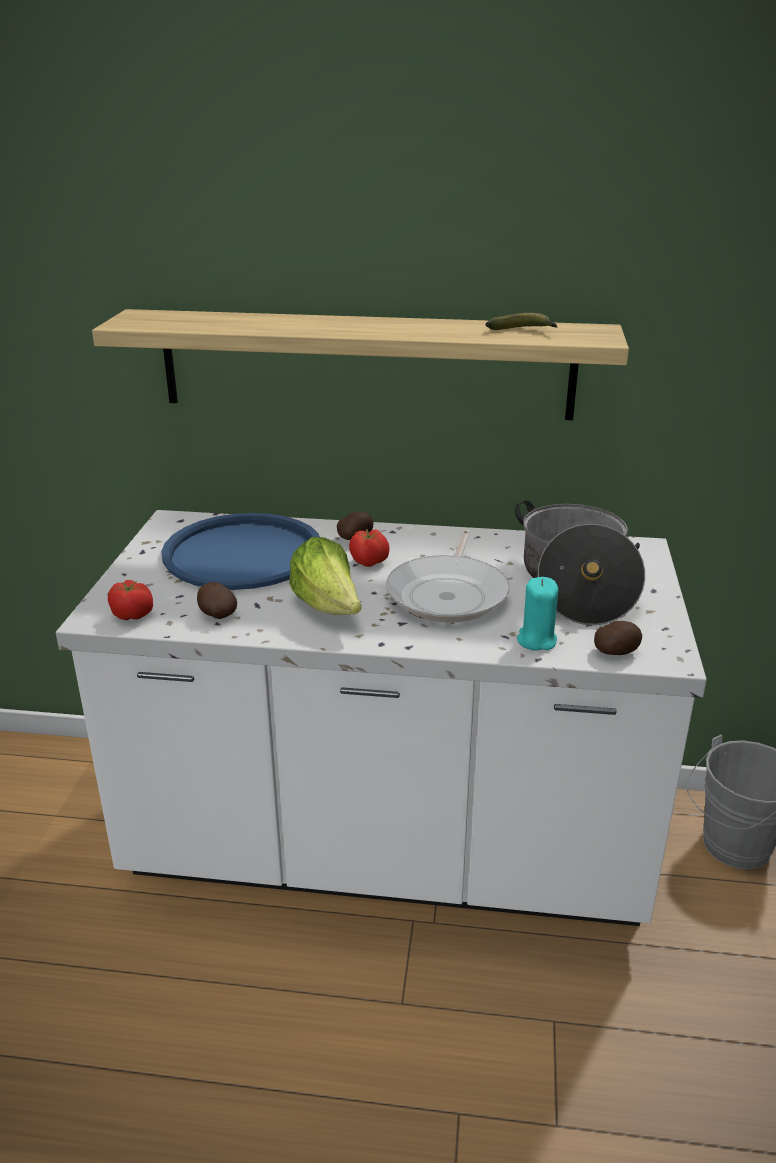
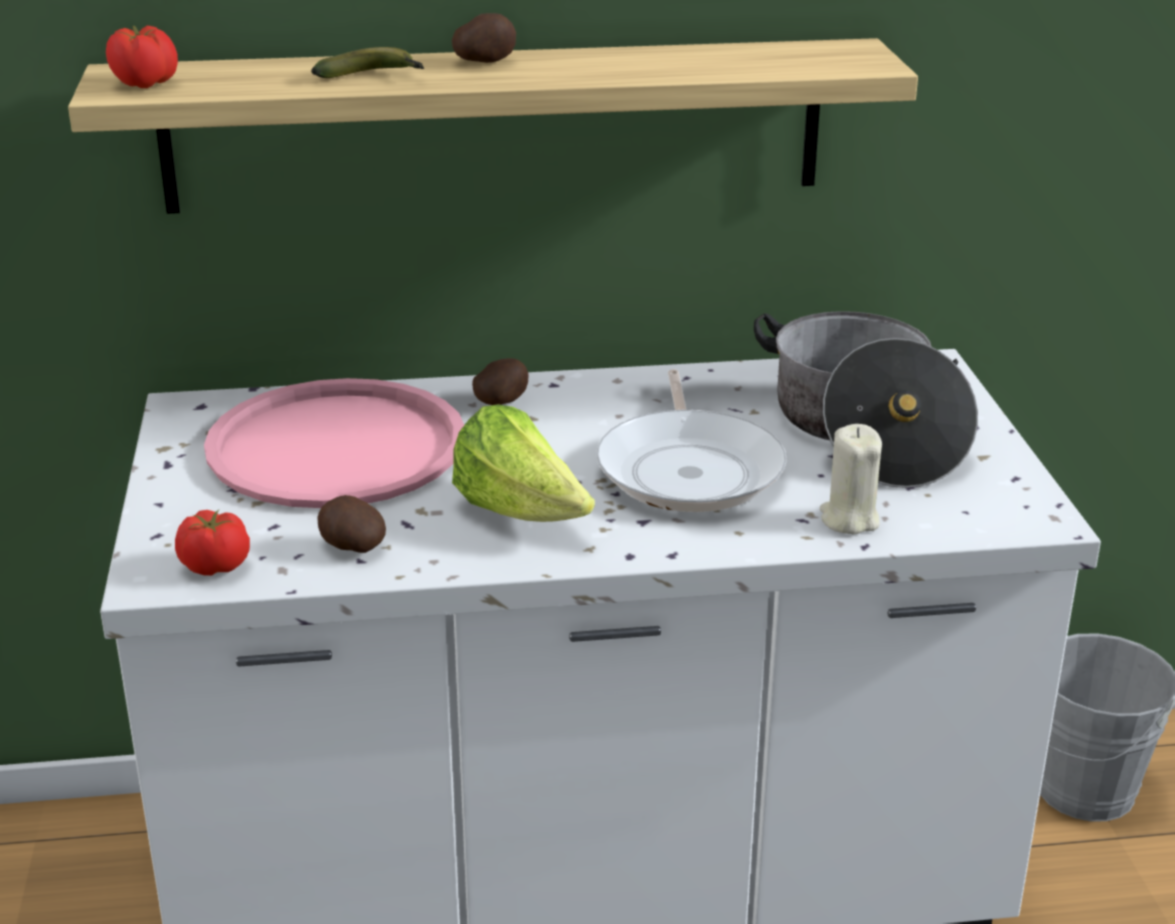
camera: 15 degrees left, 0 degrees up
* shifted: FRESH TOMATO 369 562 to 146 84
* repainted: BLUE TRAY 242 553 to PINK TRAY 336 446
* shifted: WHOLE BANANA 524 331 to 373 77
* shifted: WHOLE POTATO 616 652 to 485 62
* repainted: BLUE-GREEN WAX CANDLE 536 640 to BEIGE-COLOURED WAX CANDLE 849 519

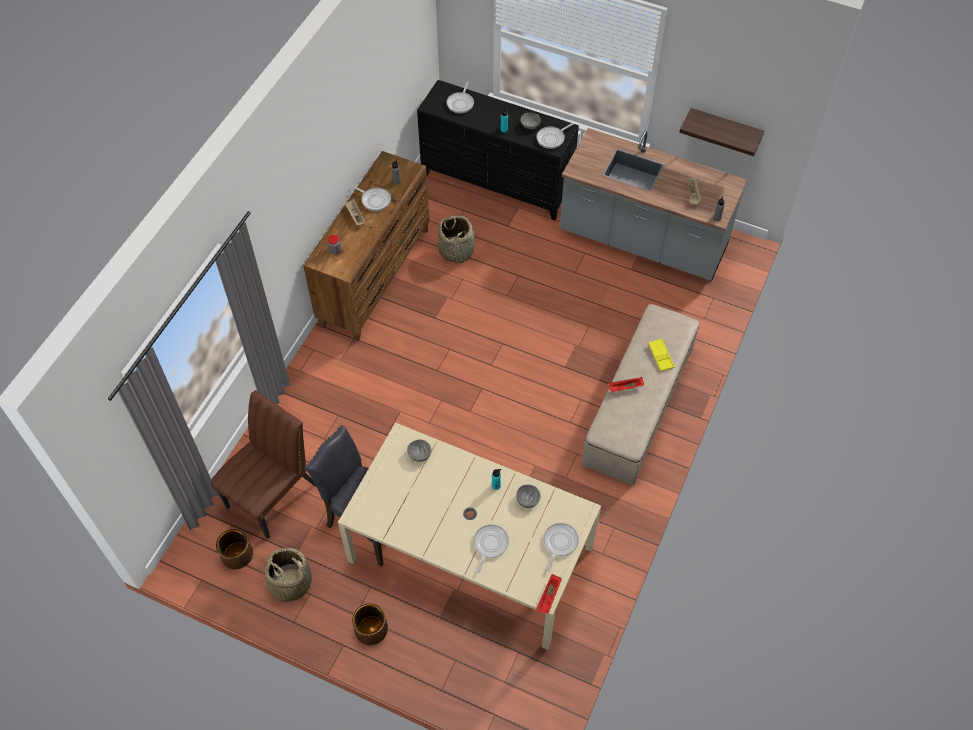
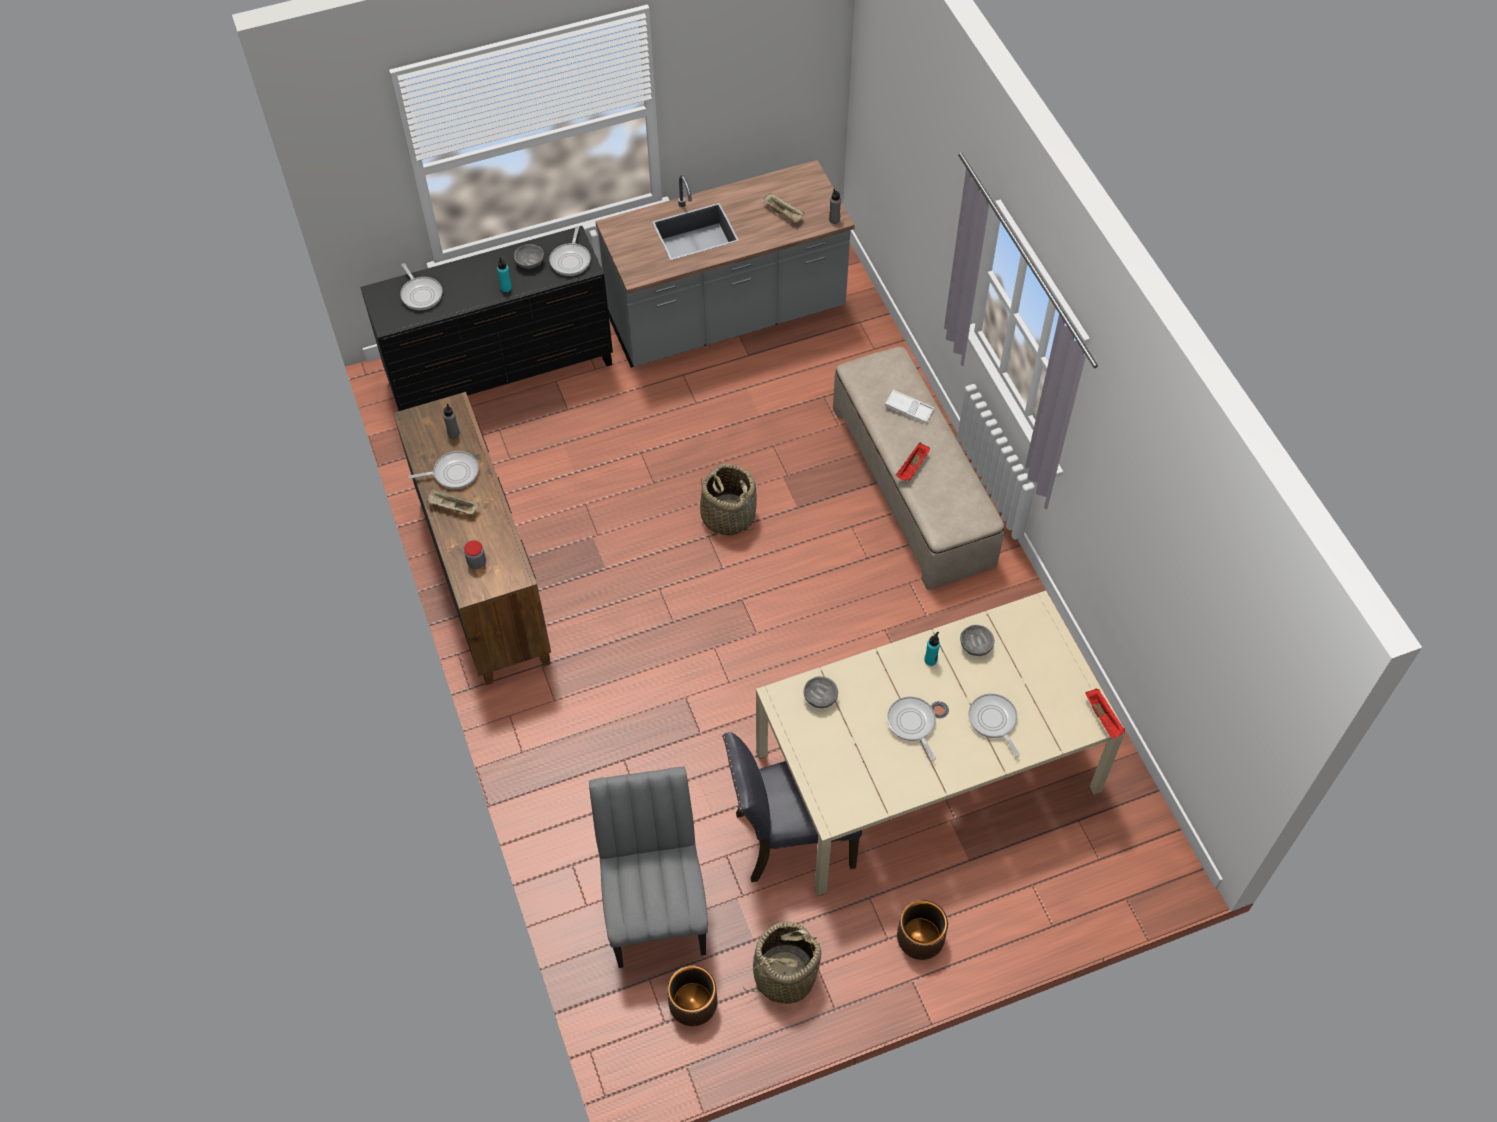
camera: 45 degrees left, 0 degrees up
* repainted: BROWN PLAIN CHAIR 271 497 to GRAY PLAIN CHAIR 656 909
* shifted: HOUSEHOLD BASKET 456 250 to 728 515
* repainted: YELLOW-COLOURED TRAY 660 356 to WHITE-COLOURED TRAY 909 409
* shifted: PAN 559 543 to 912 724
* gone: WALL SHELF 724 129

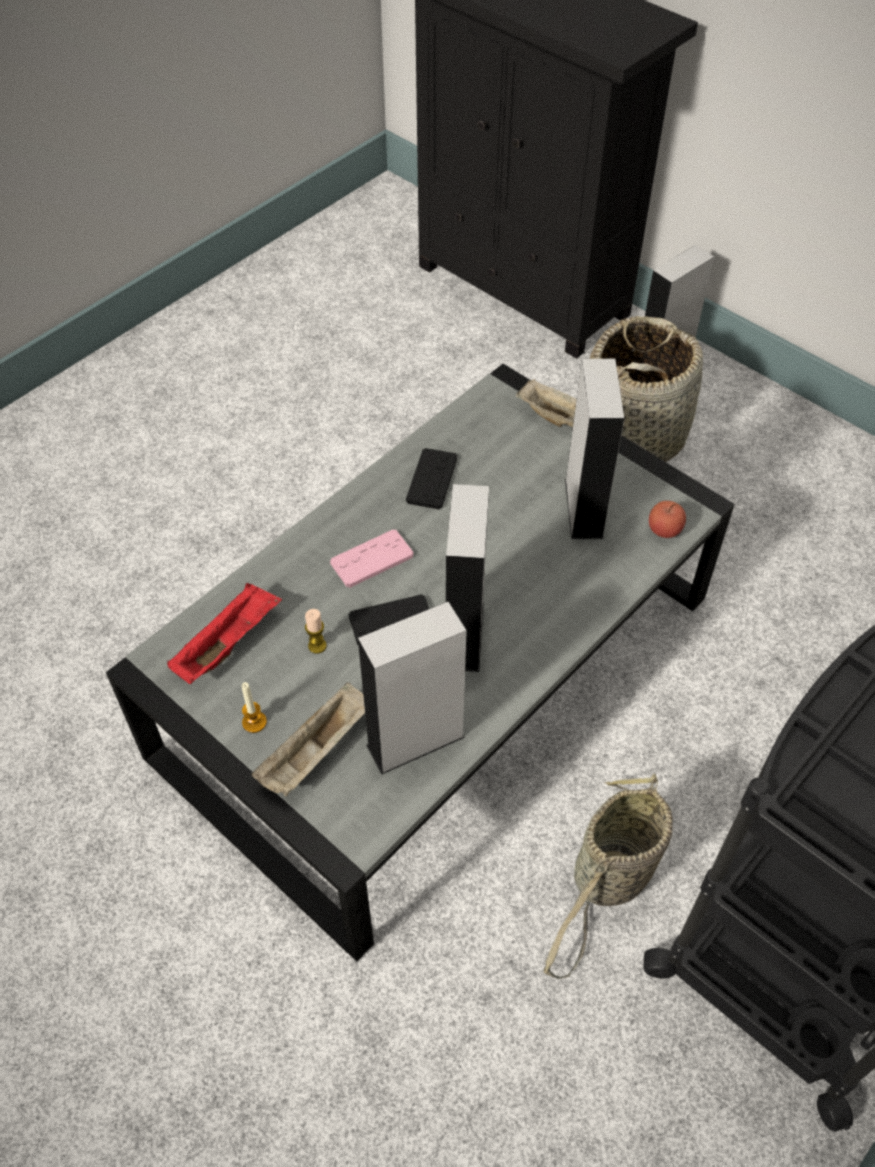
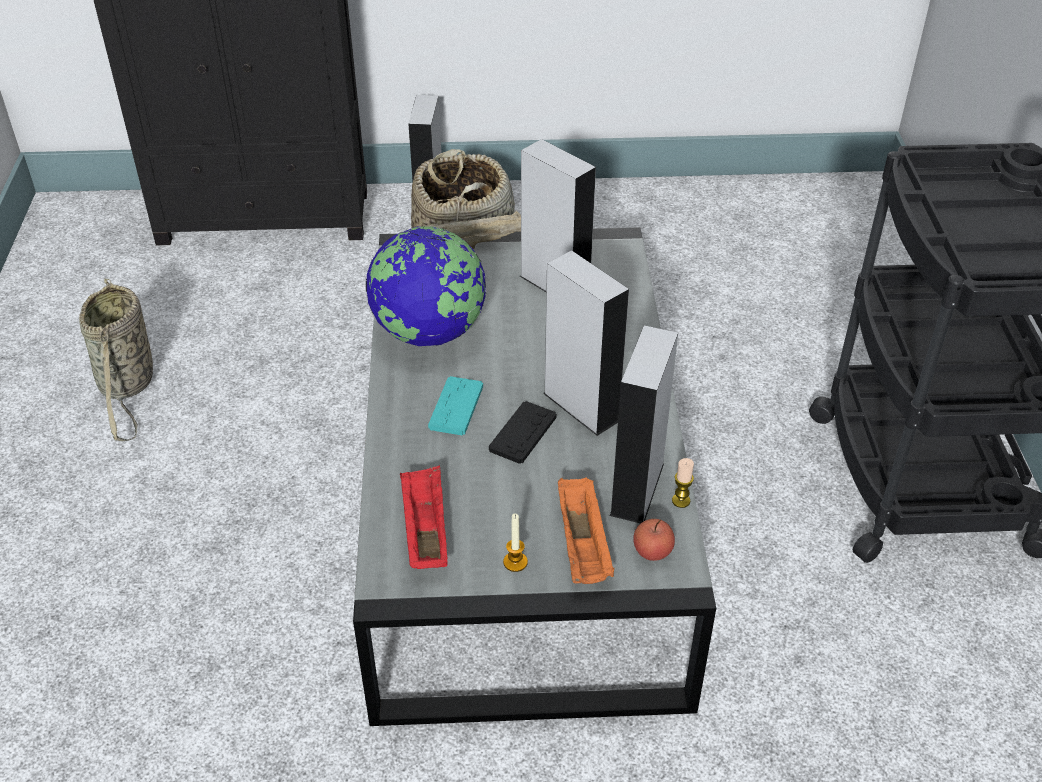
camera: 45 degrees left, 10 degrees down
* shifted: HOUSEHOLD BASKET 608 881 to 127 386
* swapped: BLACK GAMEPAD 432 480 to GLOBE 430 332
* repainted: PINK GAMEPAD 372 559 to BLUE-GREEN GAMEPAD 456 407
* repainted: BEIGE-COLOURED TRAY 316 752 to ORANGE-COLOURED TRAY 583 546
* shifted: APPLE FRUIT 664 530 to 652 551
* shifted: WAX CANDLE 317 646 to 681 501

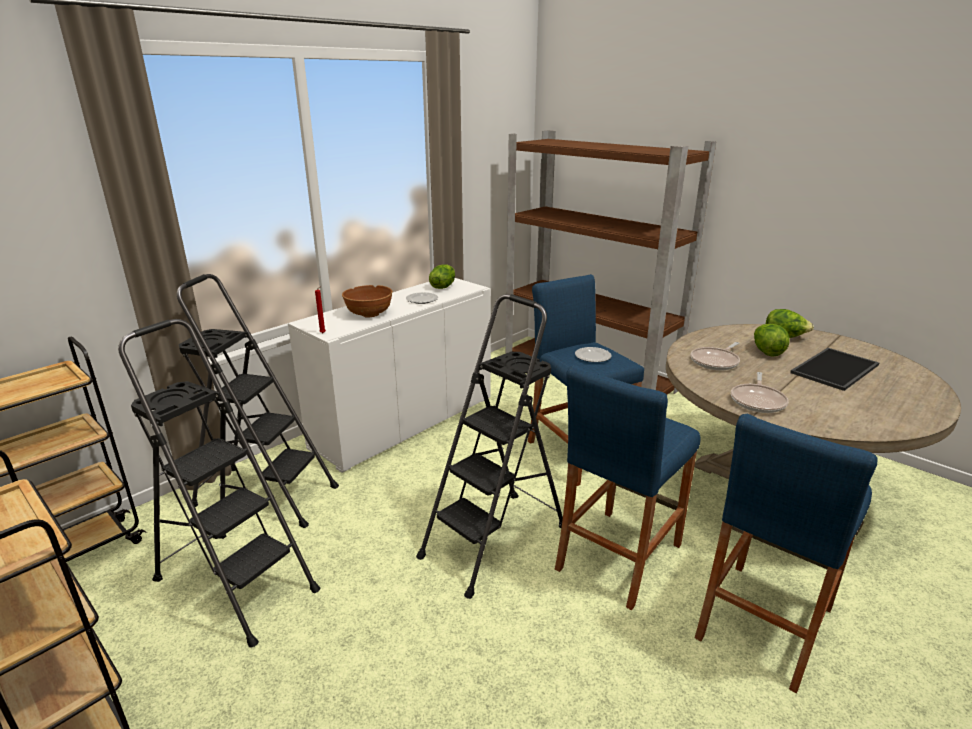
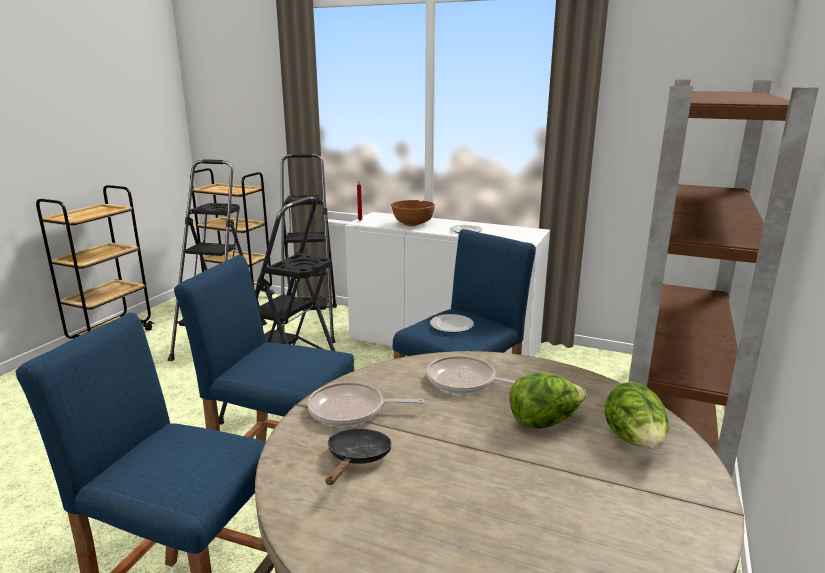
camera: 70 degrees right, 5 degrees down
* new: BLACK PAN 357 458
* gone: LETTUCE 443 286
* gone: TRAY 836 369

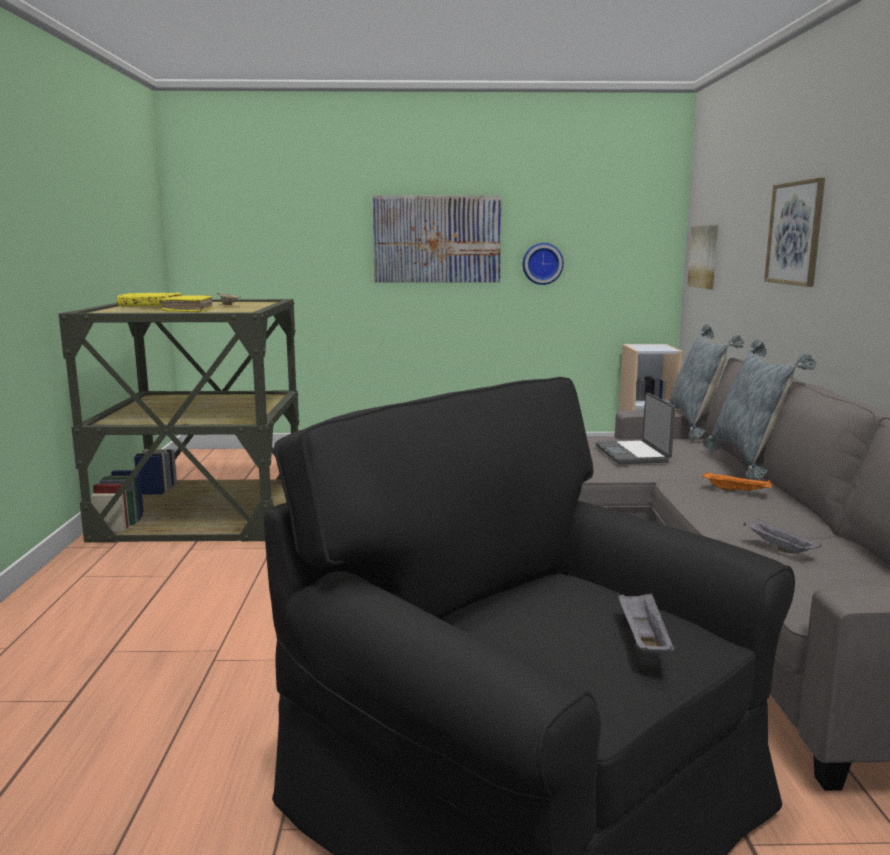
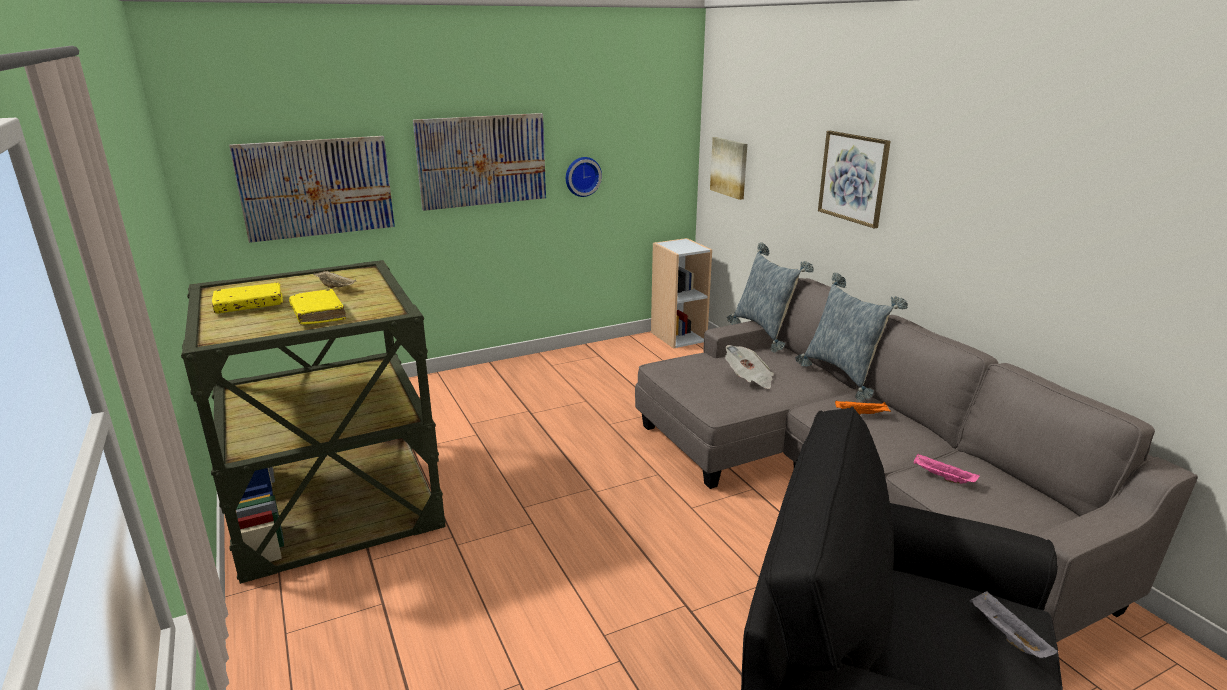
camera: 25 degrees left, 10 degrees up
* new: WALL ART 316 187
* swapped: NOTEBOOK COMPUTER 633 454 to NEWSPAPER 749 379
* repainted: GRAY TRAY 777 547 to PINK TRAY 942 477

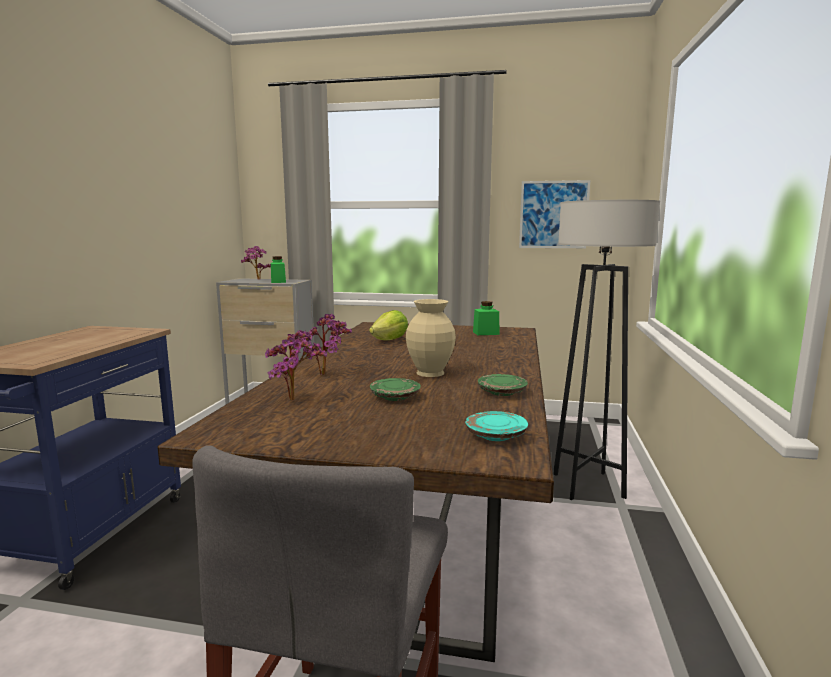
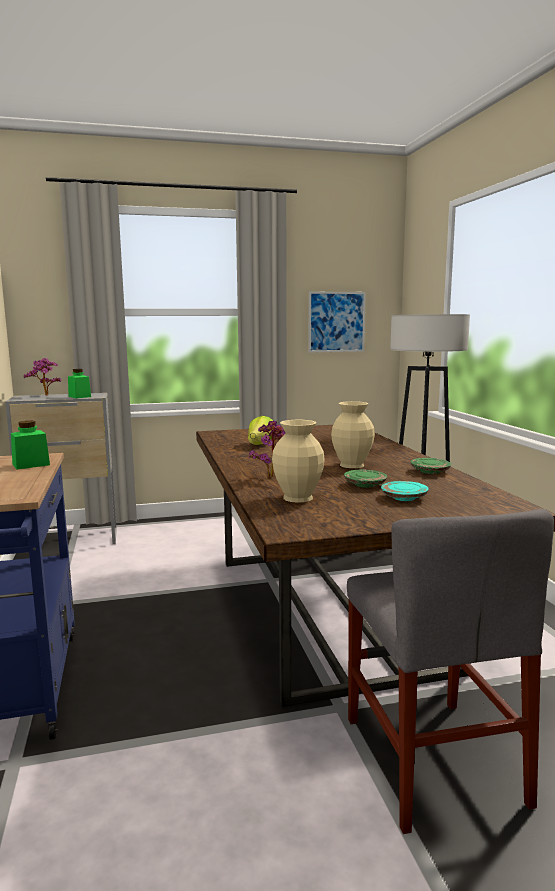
camera: 25 degrees left, 0 degrees up
* shifted: GREENISH PRESERVE JAR 486 333 to 31 464
* swapped: POTTED PLANT 296 401 to BEIGE-COLOURED FLOWER VASE 297 498
* shifted: BLUE-GREEN FLAT DISH 496 436 to 404 498

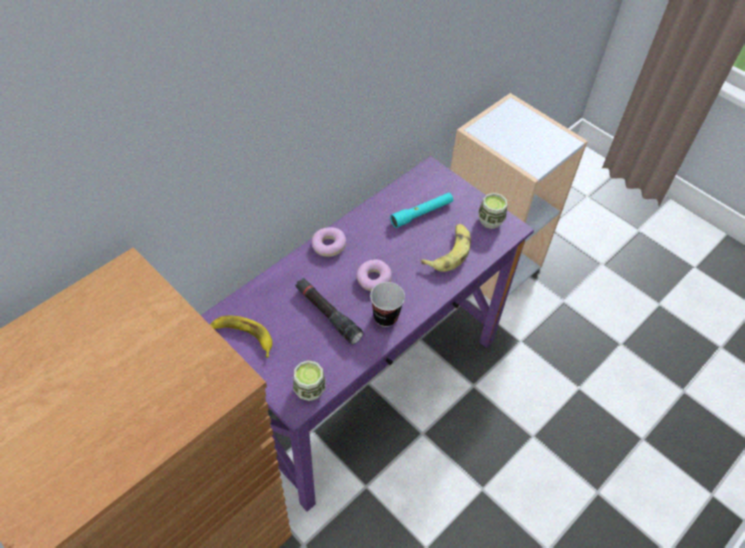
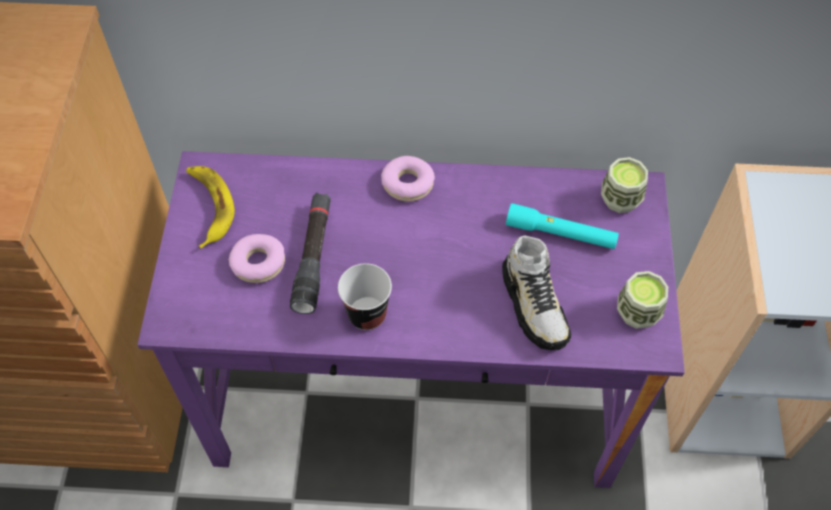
camera: 50 degrees right, 5 degrees up
* shifted: DOUGHNUT 373 279 to 258 263
* swapped: WHOLE BANANA 449 252 to ITEM OF FOOTWEAR 534 306
* shifted: DRINKING CUP 309 389 to 620 199

